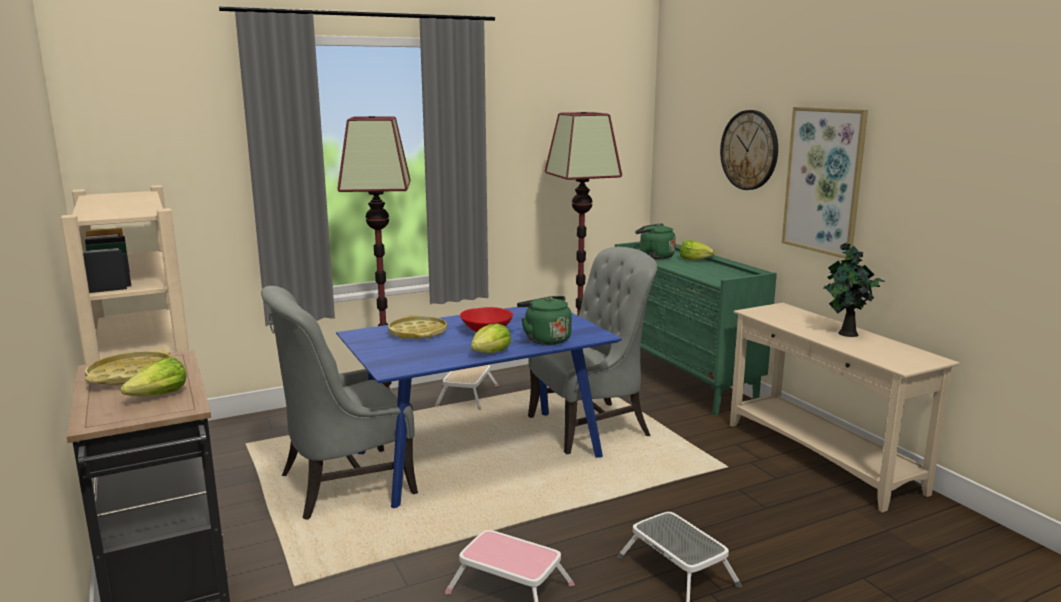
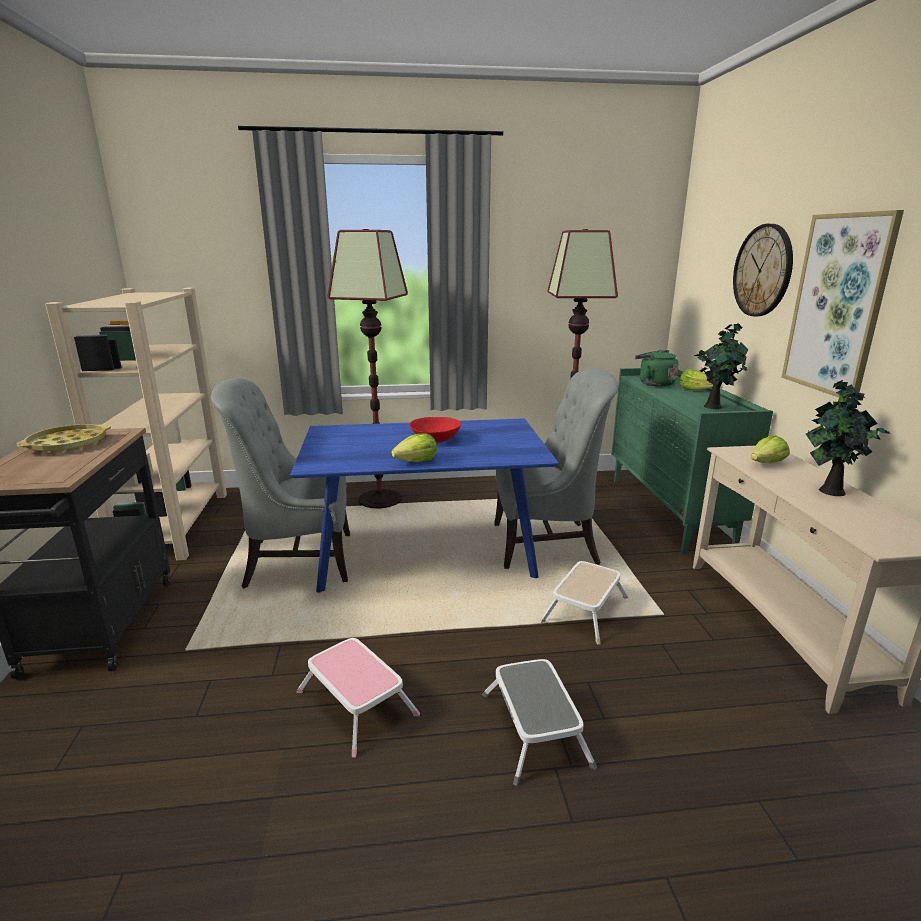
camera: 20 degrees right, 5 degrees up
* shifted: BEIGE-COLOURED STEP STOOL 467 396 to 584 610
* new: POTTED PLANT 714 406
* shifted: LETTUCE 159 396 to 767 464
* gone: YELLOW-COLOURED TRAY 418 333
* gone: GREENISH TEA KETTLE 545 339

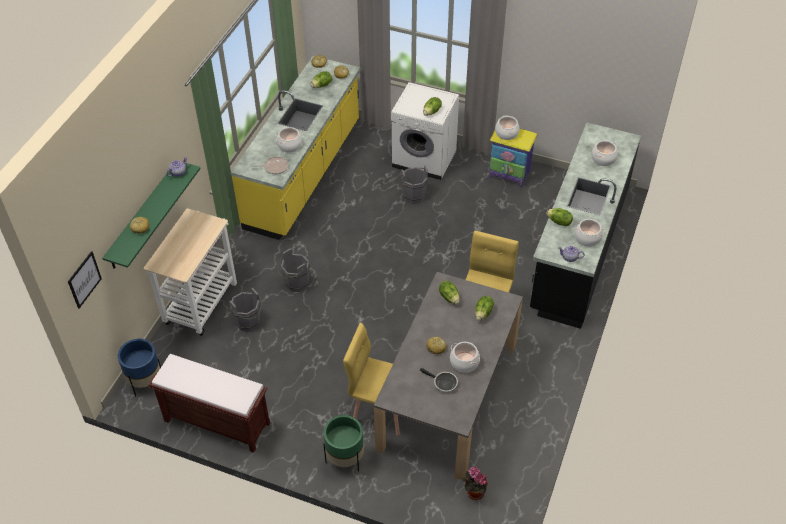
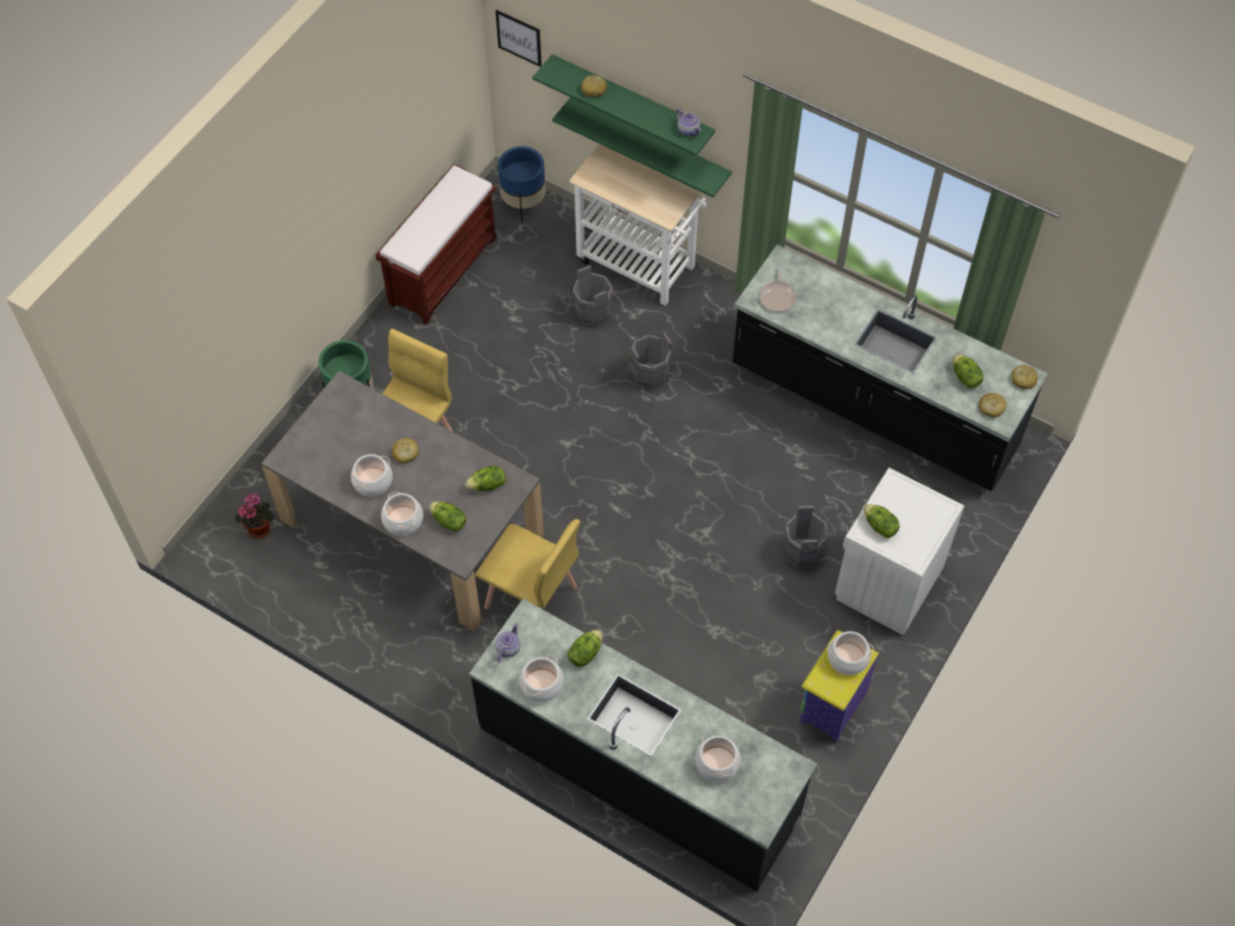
camera: 100 degrees right, 10 degrees up
* shifted: COOKING POT 289 145 to 403 520
* new: GREENISH WALL SHELF 650 144
* repainted: YELLOW-COLOURED KITCHEN COUNTER 304 174 to BLACK KITCHEN COUNTER 873 407
* gone: PAN 443 383

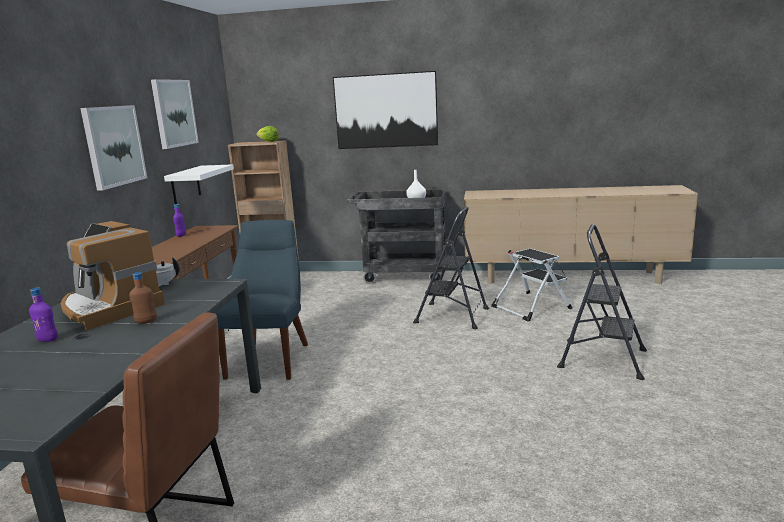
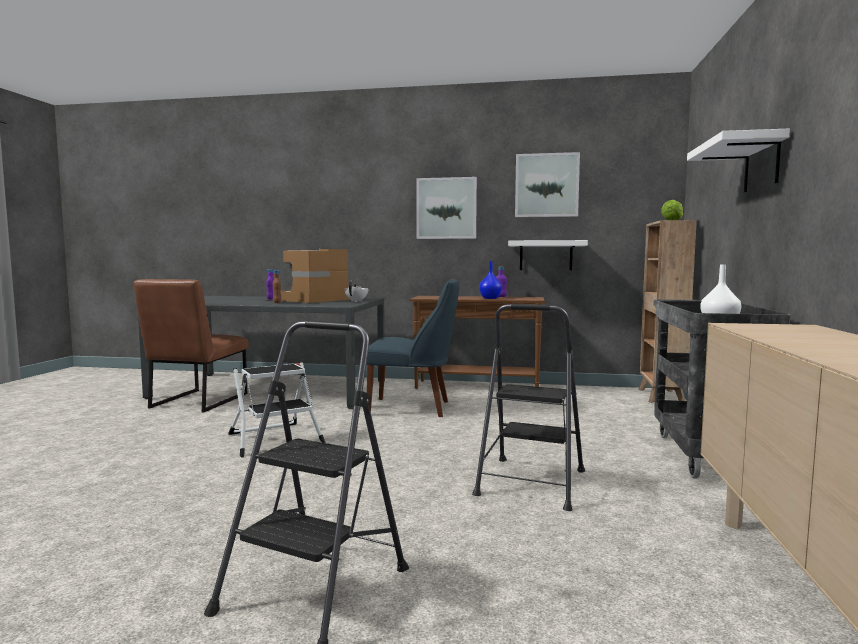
camera: 90 degrees right, 10 degrees down
* shifted: STEP STOOL 531 306 to 274 439
* new: BLUE FLOWER VASE 490 298
* swapped: WALL ART 385 111 to WHITE-COLOURED WALL SHELF 762 164

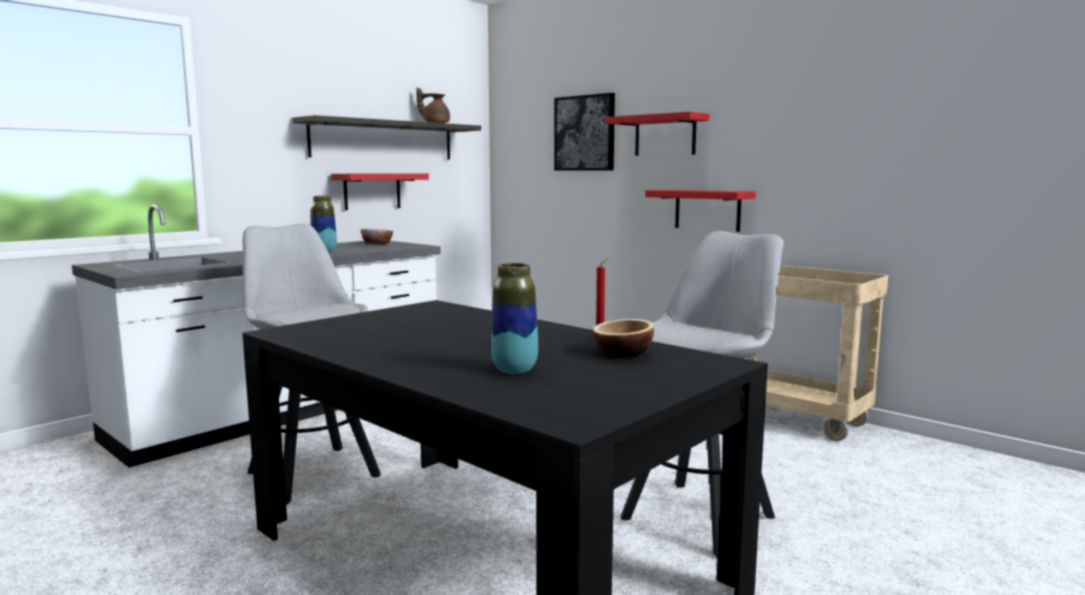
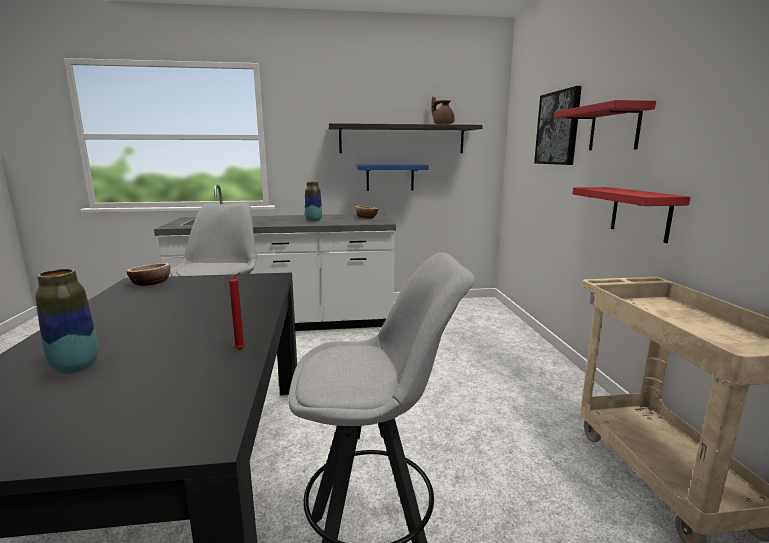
camera: 40 degrees right, 5 degrees up
* shifted: BOWL 623 353 to 151 283
* repainted: RED-COLOURED WALL SHELF 372 191 to BLUE WALL SHELF 390 177

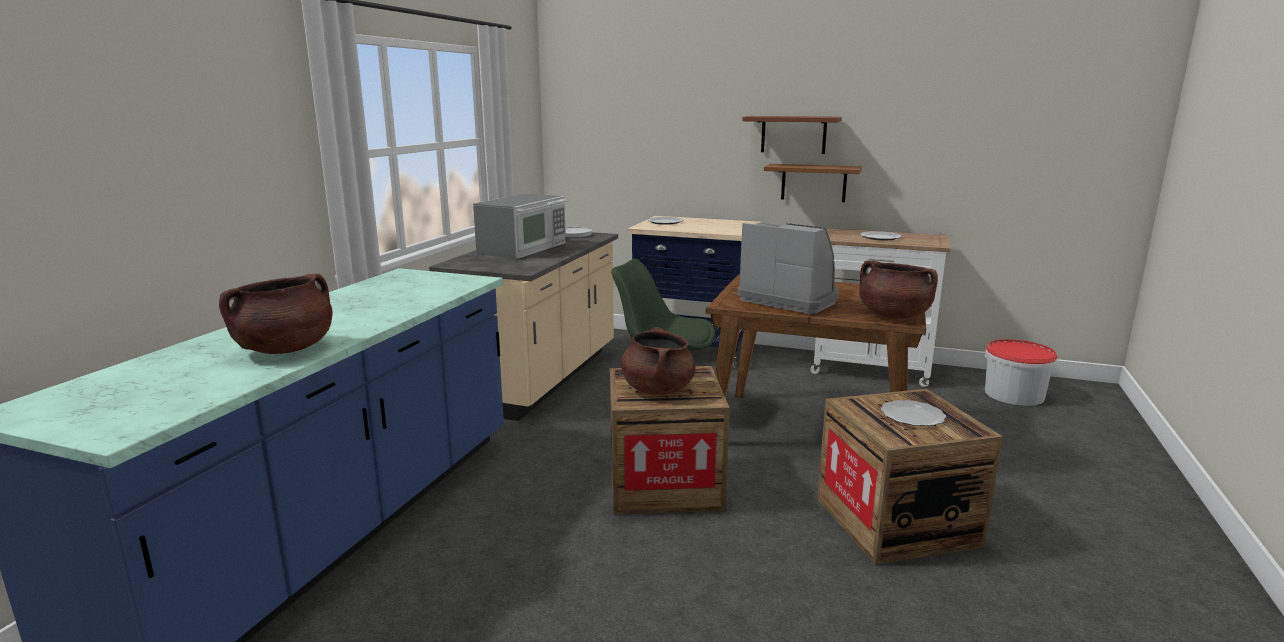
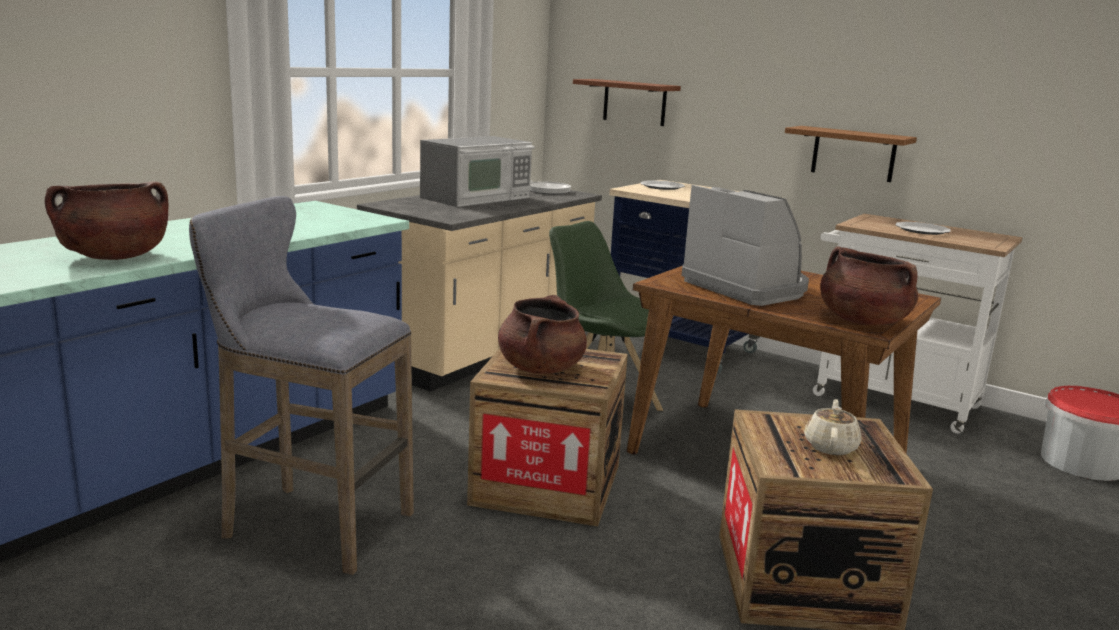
camera: 15 degrees right, 0 degrees up
* new: GRAY SITTING STOOL 309 525
* shifted: BROWN WALL SHELF 793 134 to 634 102
* swapped: FLAT DISH 913 416 to BEIGE-COLOURED TEA POT 830 446

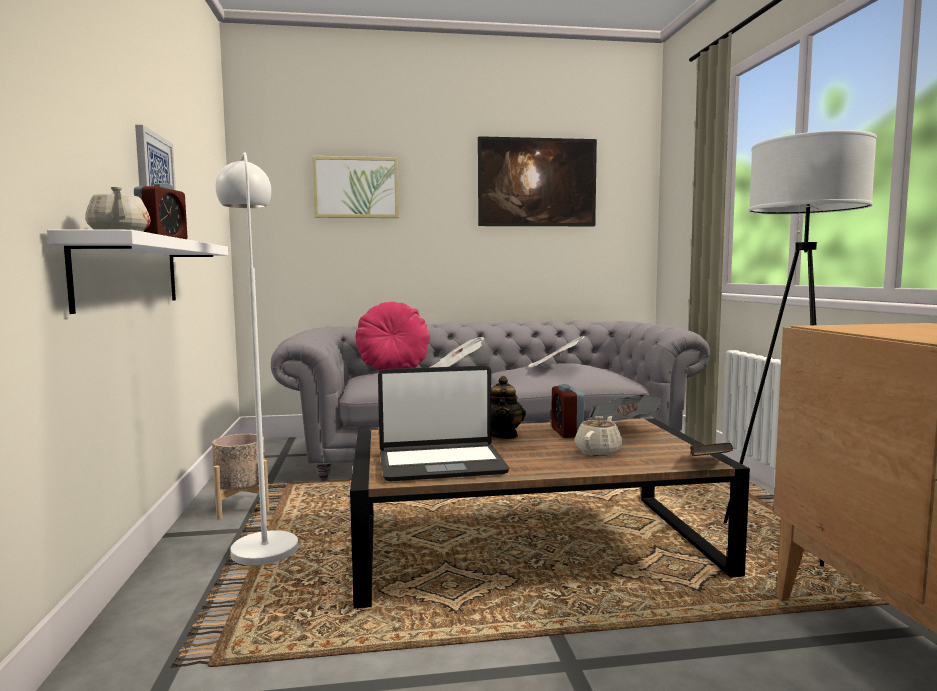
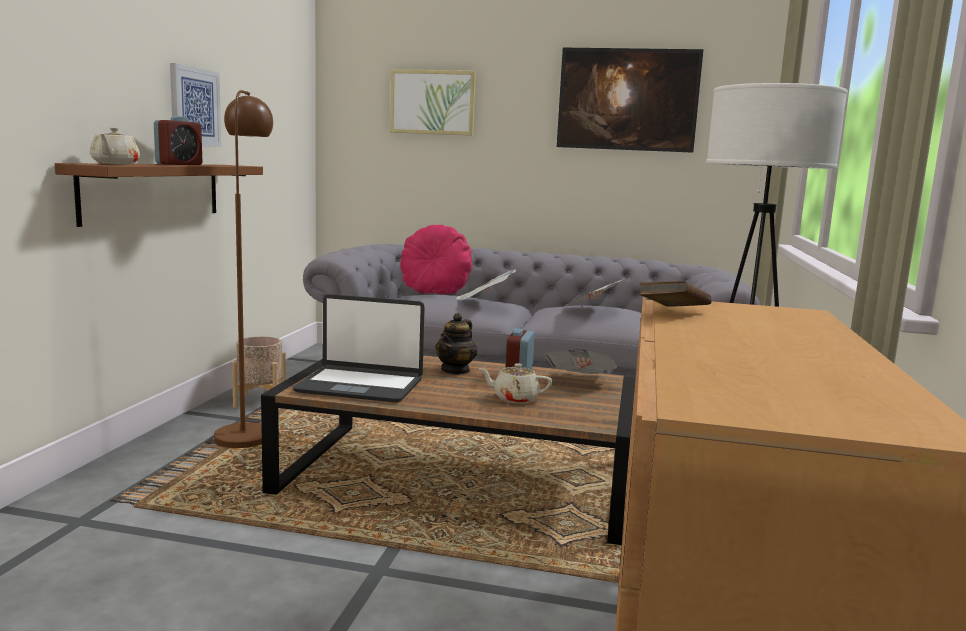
camera: 20 degrees right, 5 degrees up
* repainted: WHITE-COLOURED WALL SHELF 130 273 to BROWN WALL SHELF 153 191
* repainted: WHITE-COLOURED STANDING LAMP 262 544 to BROWN STANDING LAMP 247 432
* rotated: BEIGE-COLOURED TEA POT 598 451 = 514 398 135 degrees counterclockwise
* shifted: BROWN VOLUME 709 463 to 673 312

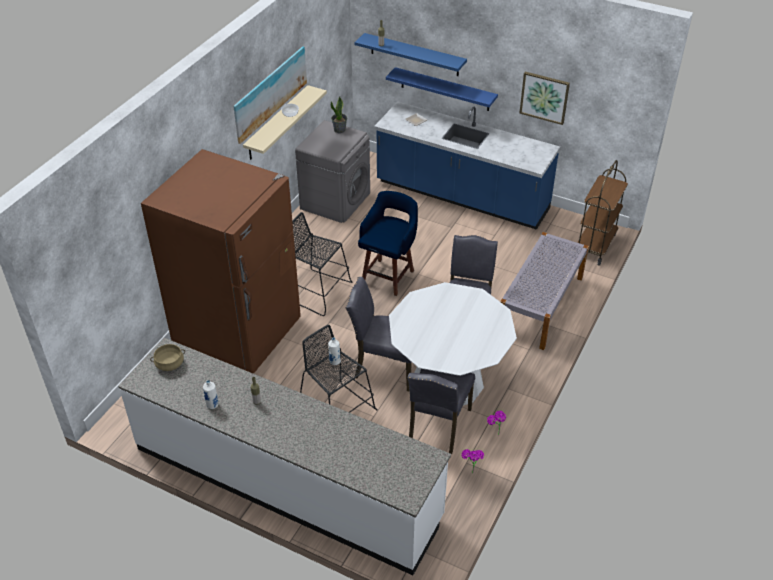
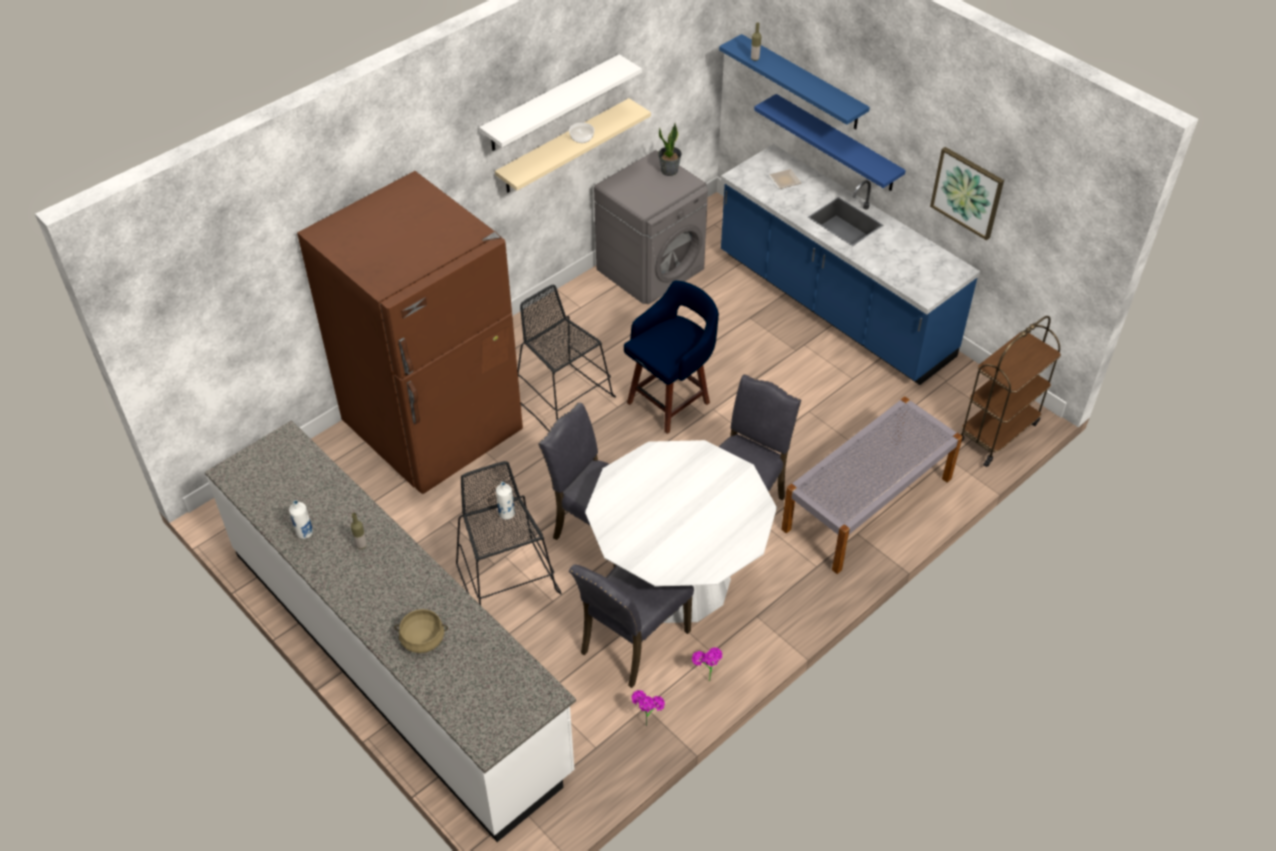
camera: 20 degrees right, 5 degrees up
* shifted: BEIGE-COLOURED COOKING POT 169 363 to 423 639
* swapped: WALL ART 269 93 to WHITE-COLOURED WALL SHELF 552 103

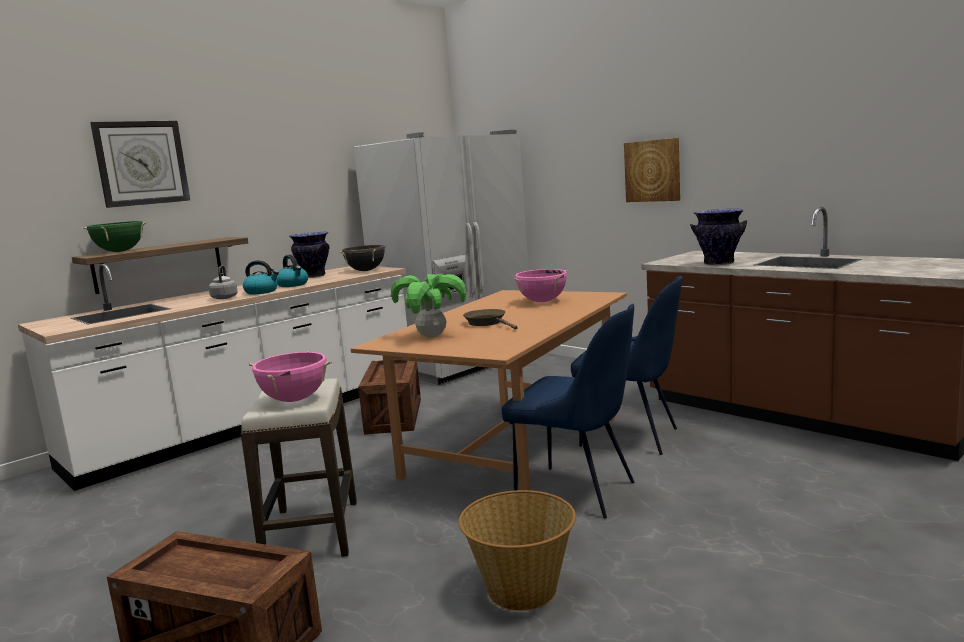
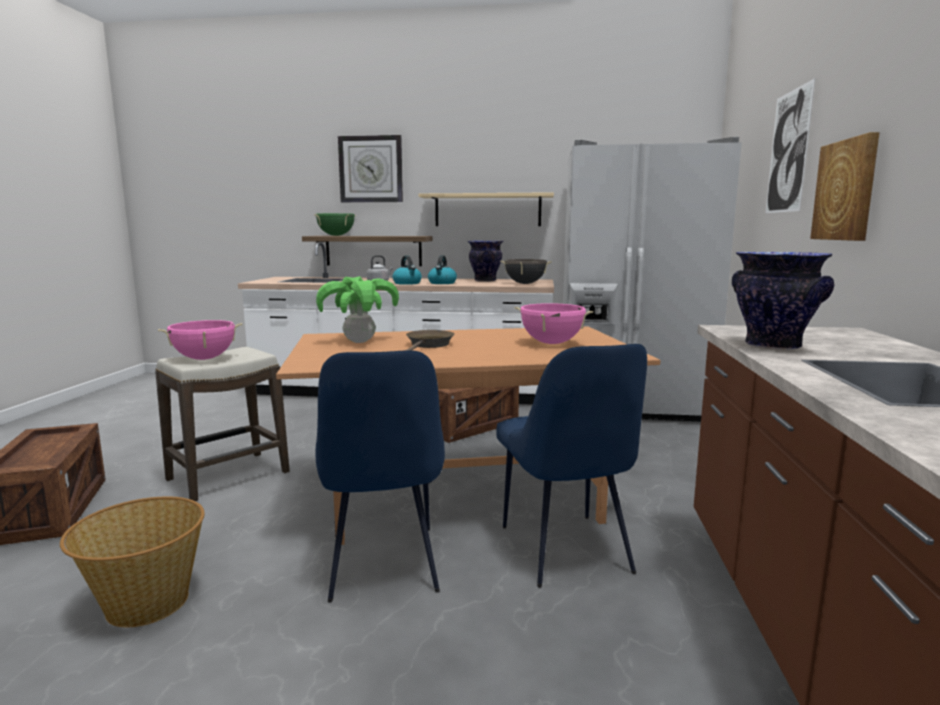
camera: 50 degrees right, 0 degrees up
* new: BEIGE-COLOURED WALL SHELF 487 210
* new: WALL ART 788 152

